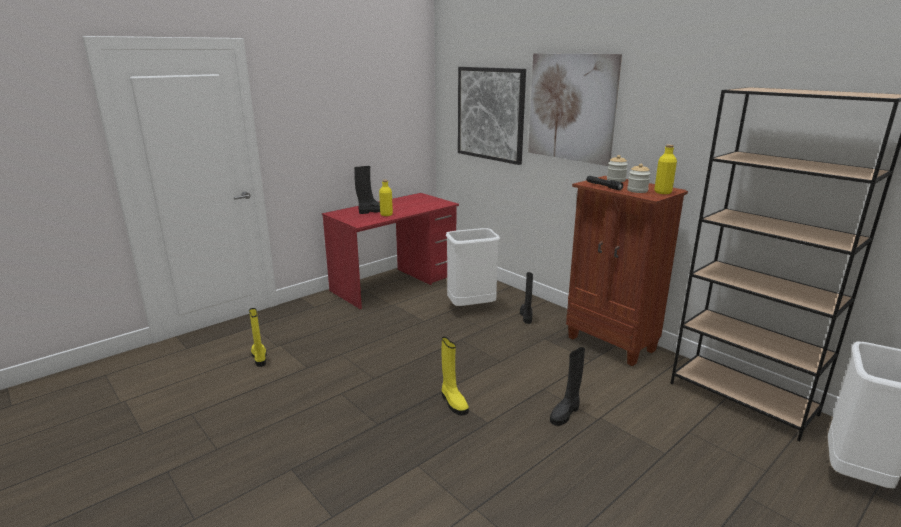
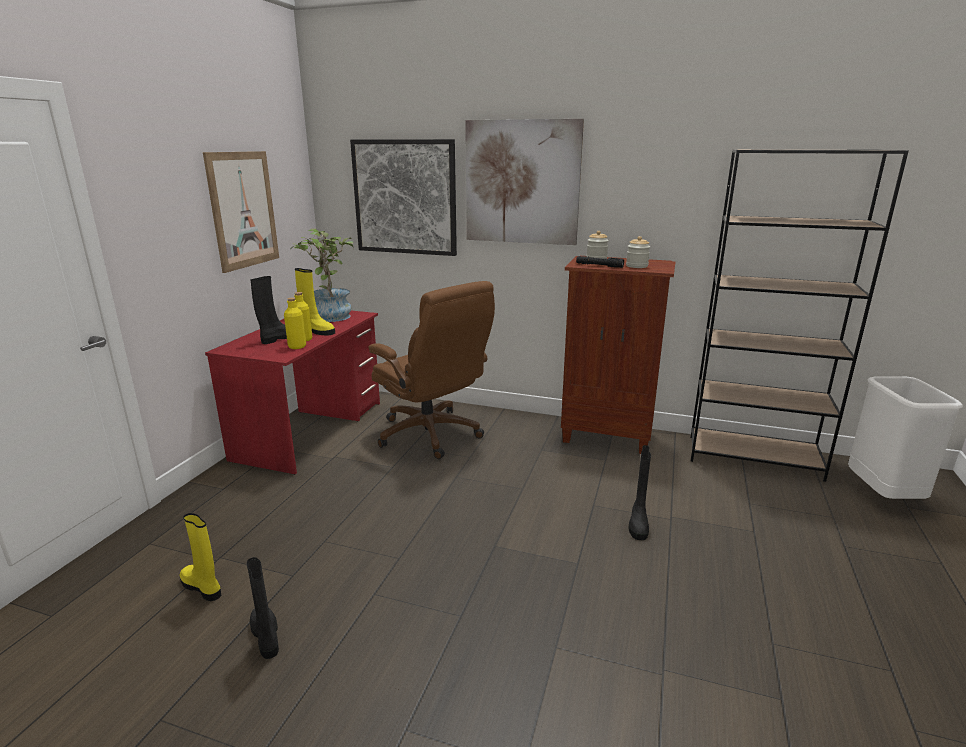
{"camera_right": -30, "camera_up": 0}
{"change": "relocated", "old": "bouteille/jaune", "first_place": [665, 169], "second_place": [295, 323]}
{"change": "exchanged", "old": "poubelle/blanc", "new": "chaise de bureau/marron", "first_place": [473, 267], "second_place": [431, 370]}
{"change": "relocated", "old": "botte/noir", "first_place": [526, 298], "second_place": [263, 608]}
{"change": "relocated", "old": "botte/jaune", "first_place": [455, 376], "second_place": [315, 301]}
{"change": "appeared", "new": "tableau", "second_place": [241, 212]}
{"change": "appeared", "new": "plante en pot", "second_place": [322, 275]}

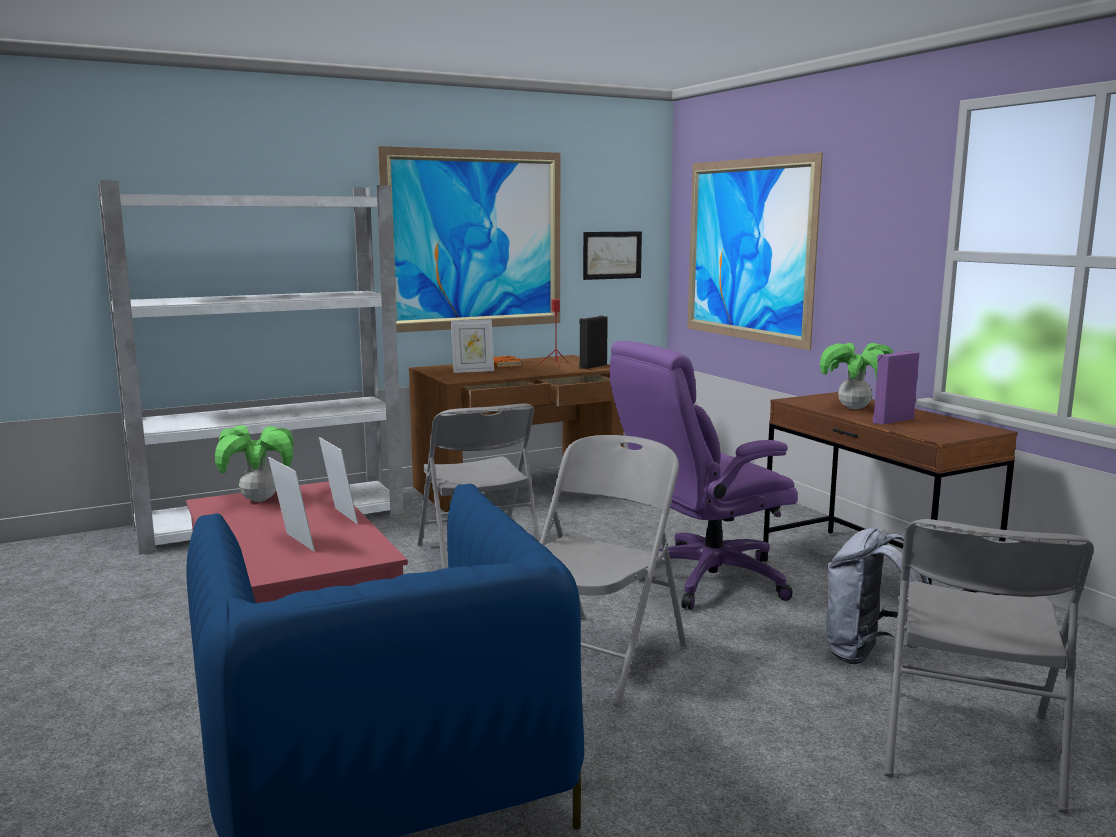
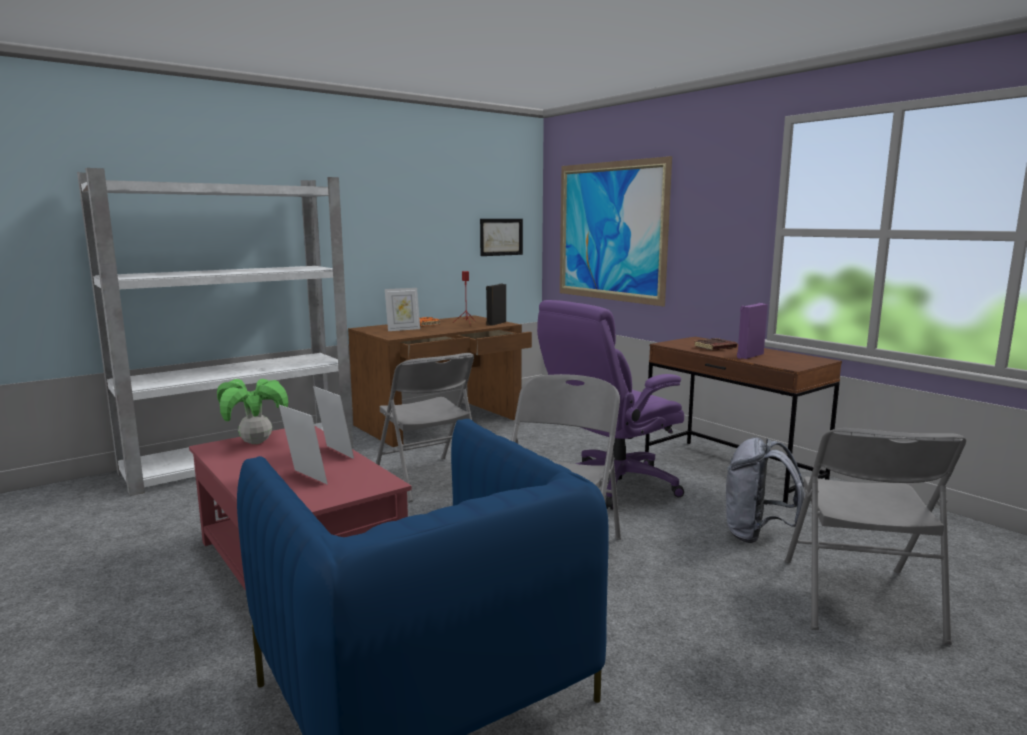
{"camera_right": -10, "camera_up": 0}
{"change": "missing", "old": "tableau", "first_place": [469, 239]}
{"change": "exchanged", "old": "plante en pot", "new": "livre/marron", "first_place": [856, 376], "second_place": [715, 344]}

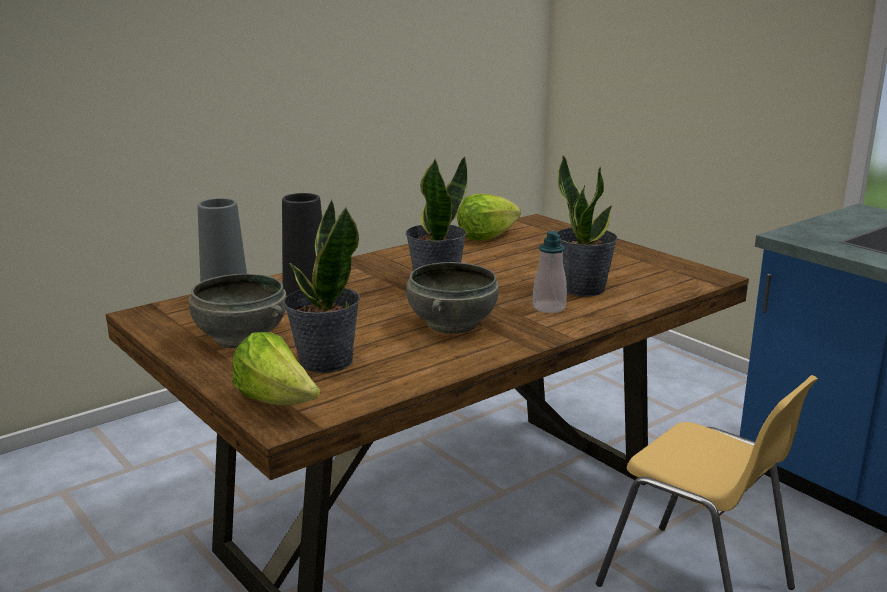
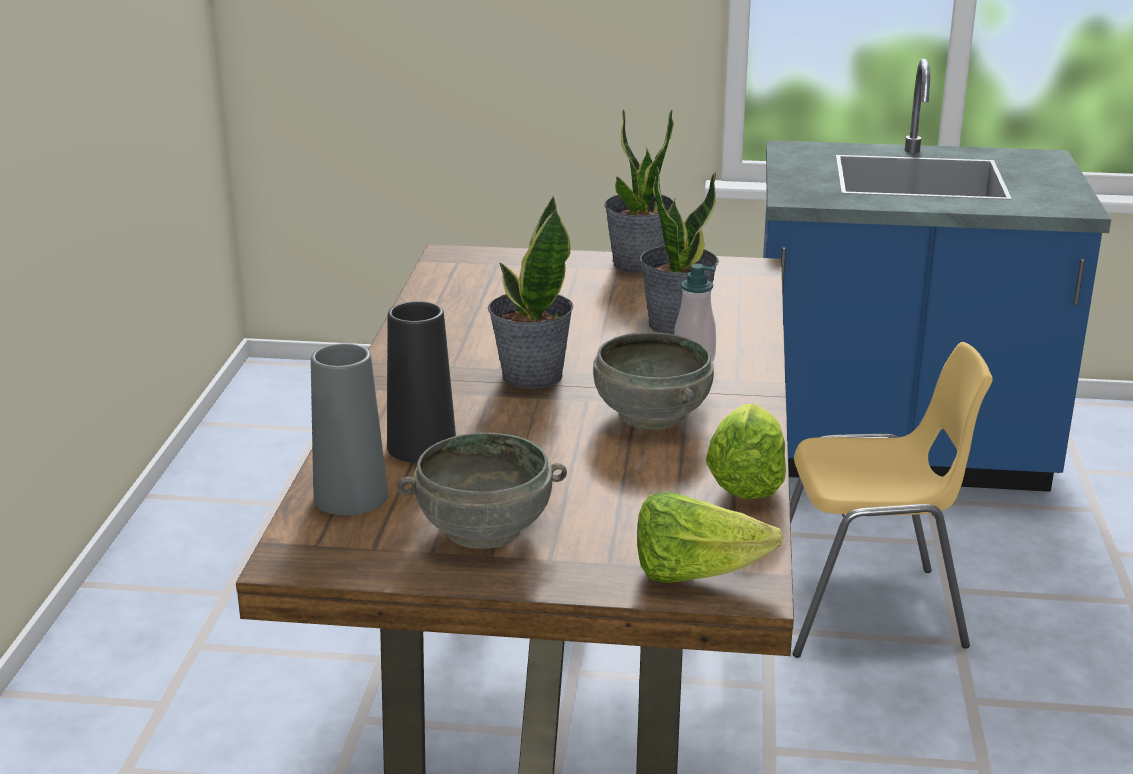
{"camera_right": -45, "camera_up": 5}
{"change": "relocated", "old": "laitue", "first_place": [489, 217], "second_place": [746, 451]}
{"change": "relocated", "old": "plante en pot", "first_place": [321, 286], "second_place": [639, 191]}

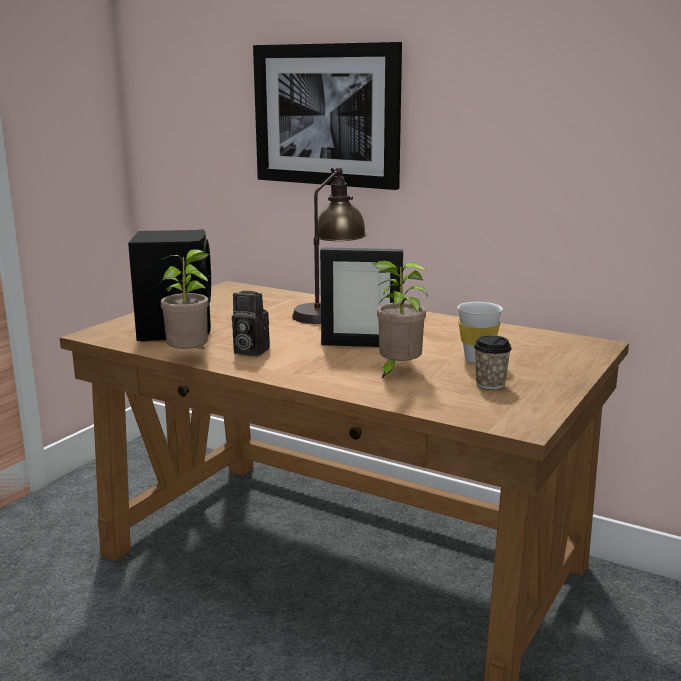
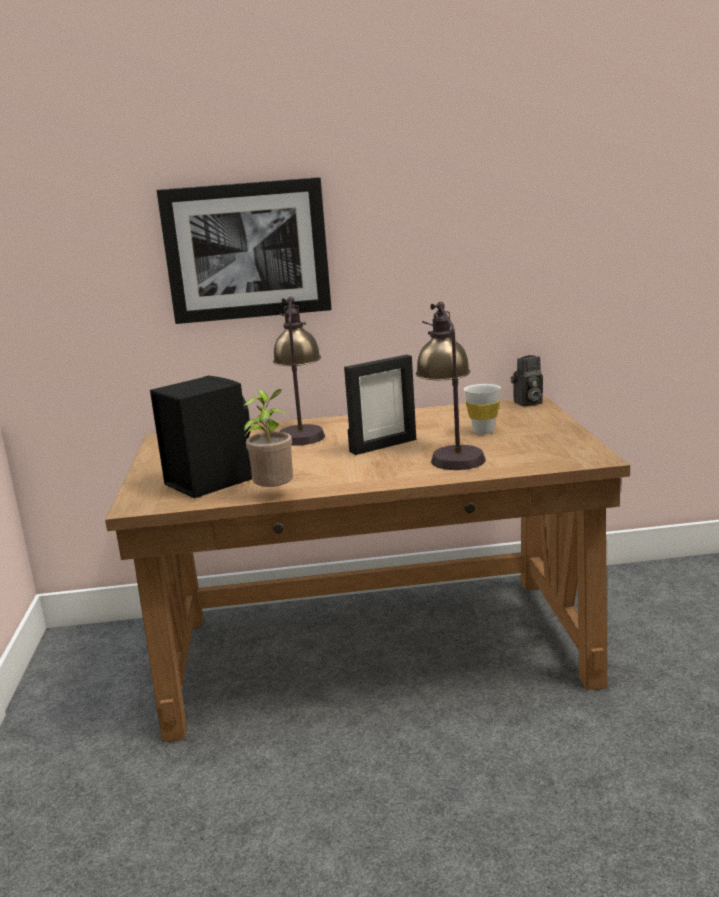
{"camera_right": -35, "camera_up": 0}
{"change": "exchanged", "old": "plante en pot", "new": "lampe de table", "first_place": [400, 320], "second_place": [451, 386]}
{"change": "relocated", "old": "appareil photo", "first_place": [251, 323], "second_place": [527, 381]}
{"change": "missing", "old": "tasse", "first_place": [493, 362]}

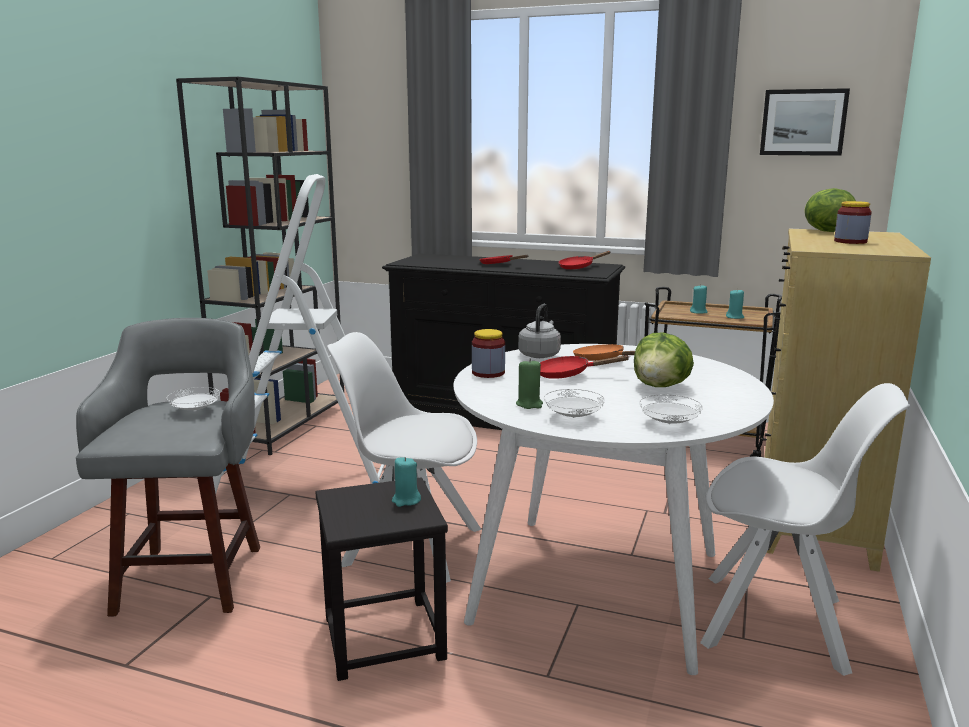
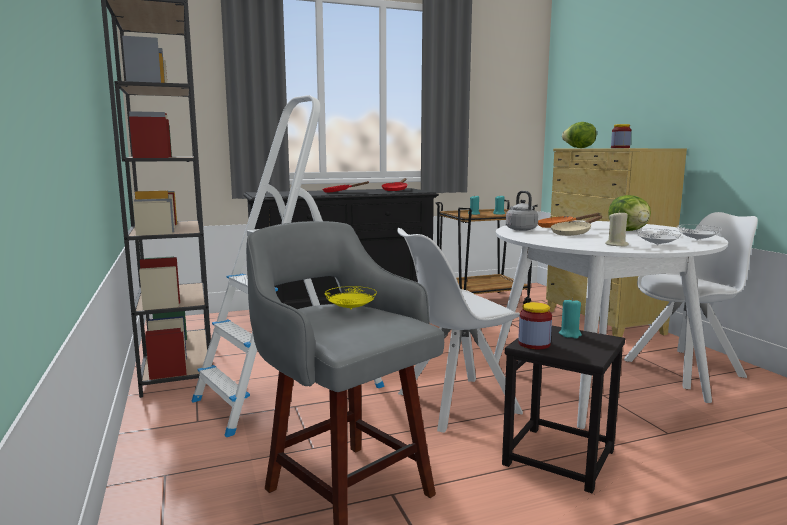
{"camera_right": -40, "camera_up": -5}
{"change": "missing", "old": "tableau", "first_place": [805, 122]}
{"change": "relocated", "old": "bocal", "first_place": [488, 353], "second_place": [535, 325]}
{"change": "colour", "old": "poêle/rouge", "new": "poêle/beige", "first_place": [585, 367], "second_place": [576, 225]}
{"change": "colour", "old": "bougie/vert", "new": "bougie/beige", "first_place": [529, 383], "second_place": [617, 228]}
{"change": "colour", "old": "assiette/blanc", "new": "assiette/jaune", "first_place": [193, 399], "second_place": [351, 297]}

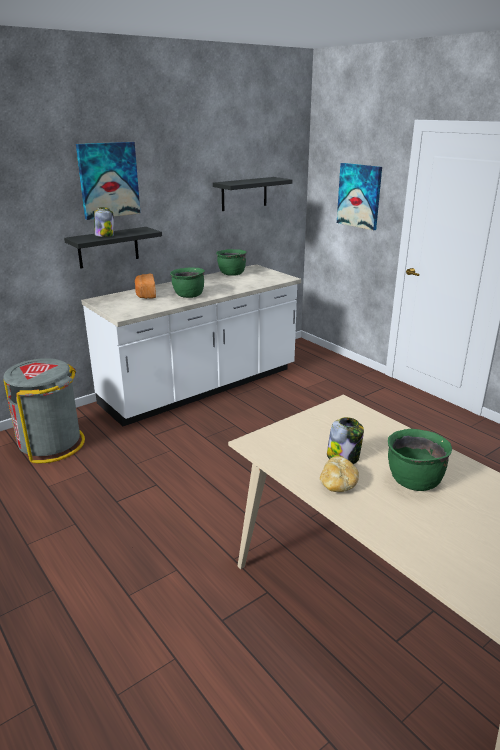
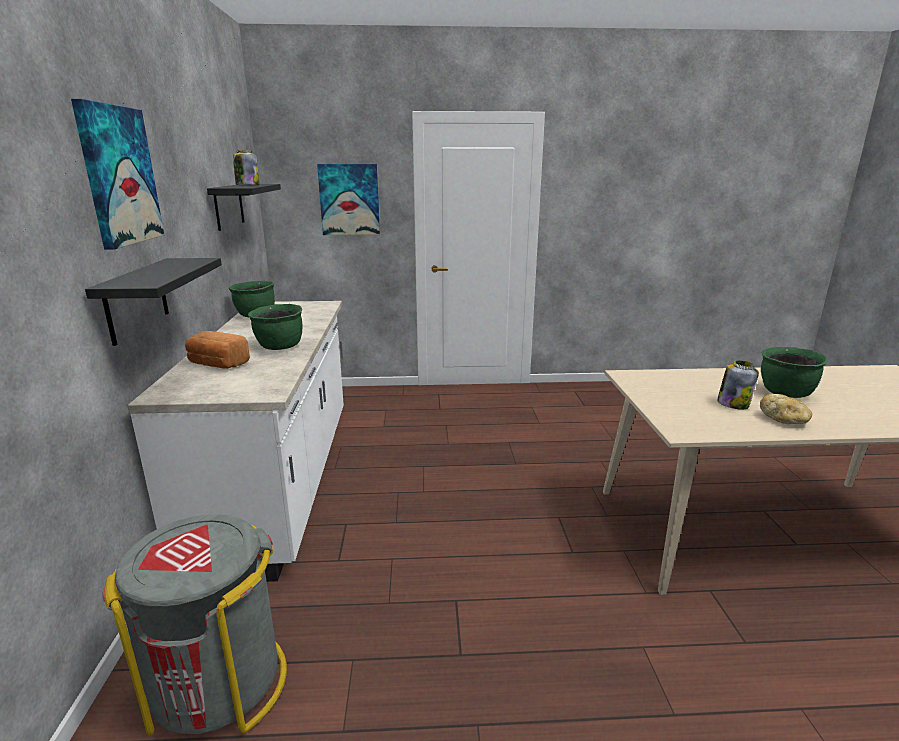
{"camera_right": -55, "camera_up": -5}
{"change": "relocated", "old": "bocal", "first_place": [104, 222], "second_place": [246, 168]}

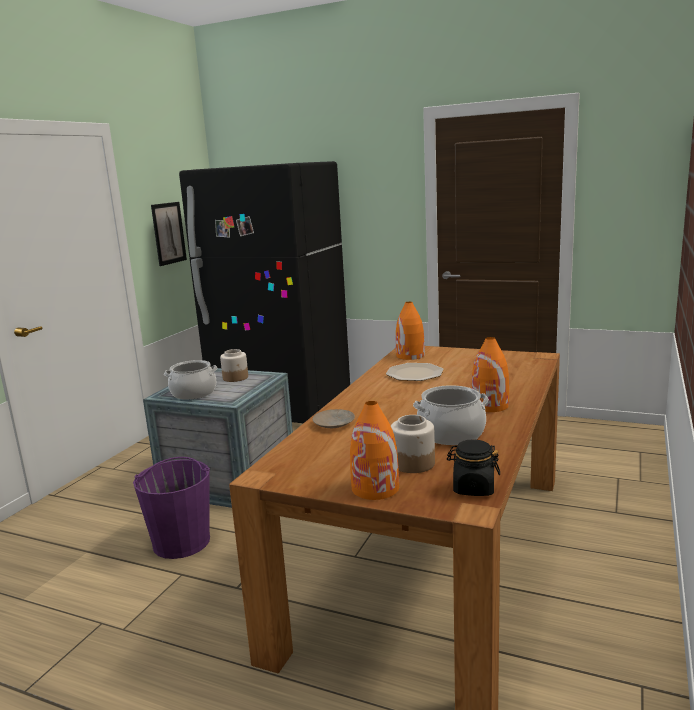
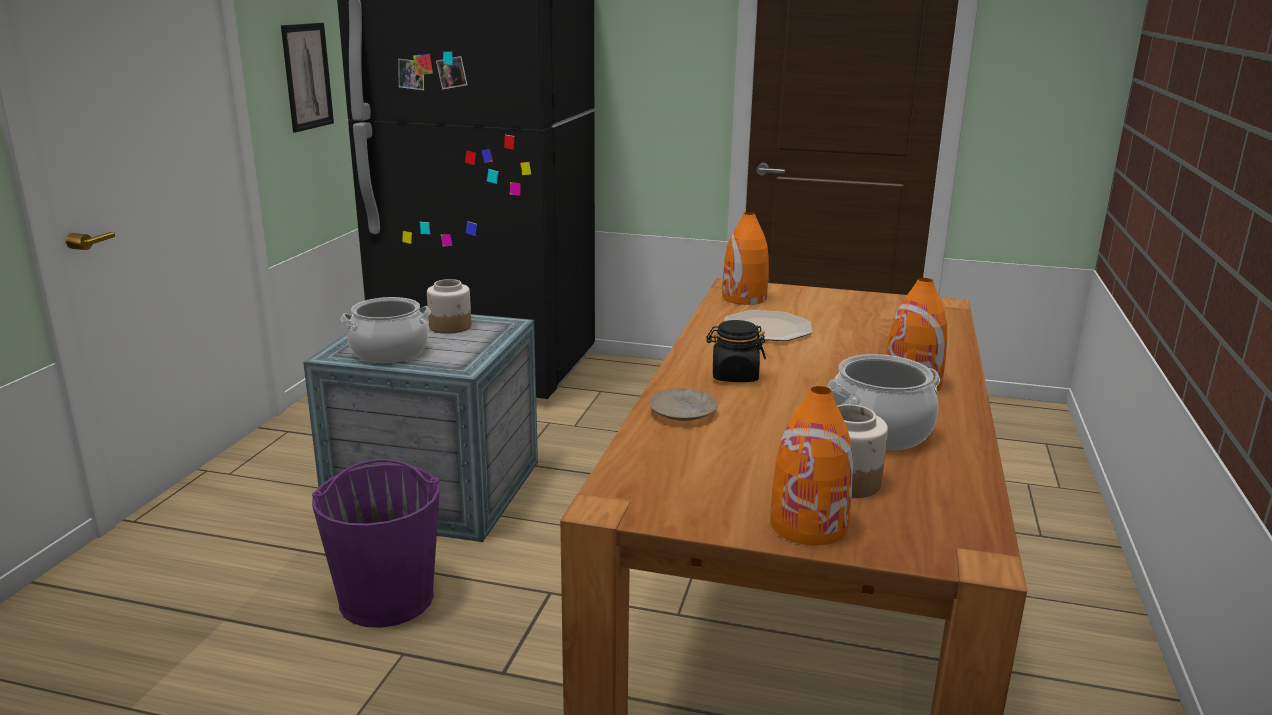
{"camera_right": -10, "camera_up": 5}
{"change": "relocated", "old": "bocal/noir", "first_place": [473, 468], "second_place": [736, 351]}

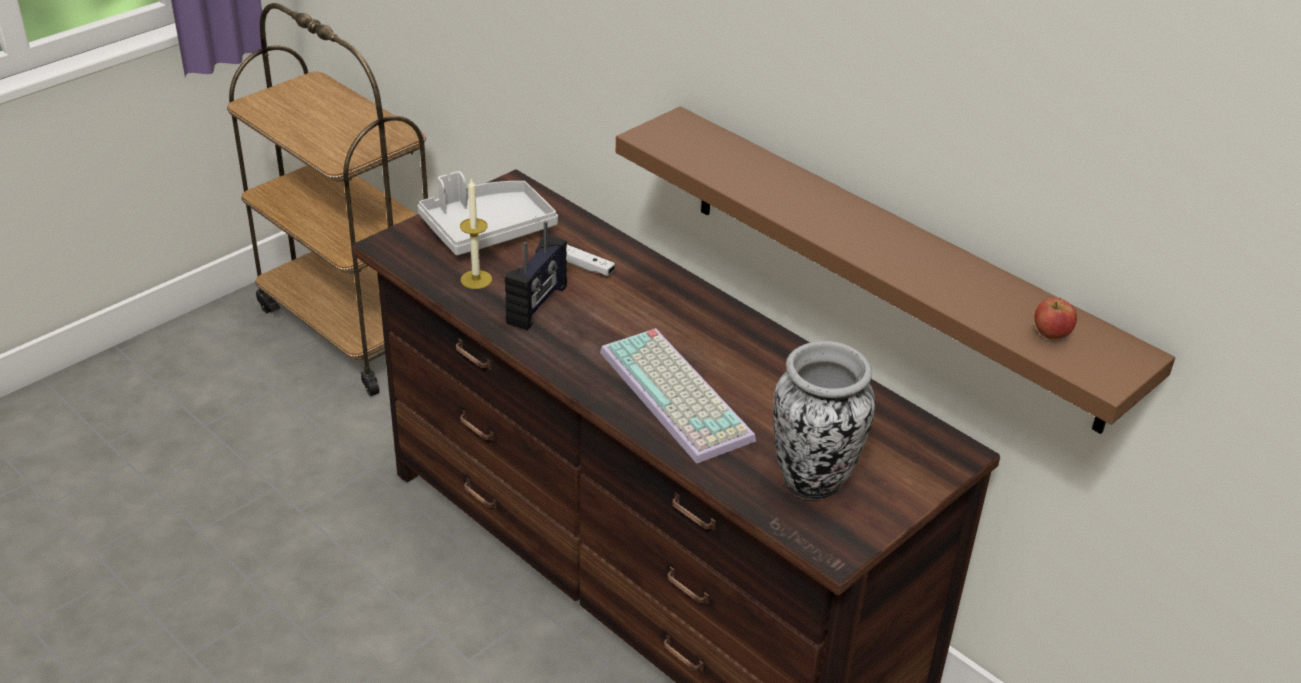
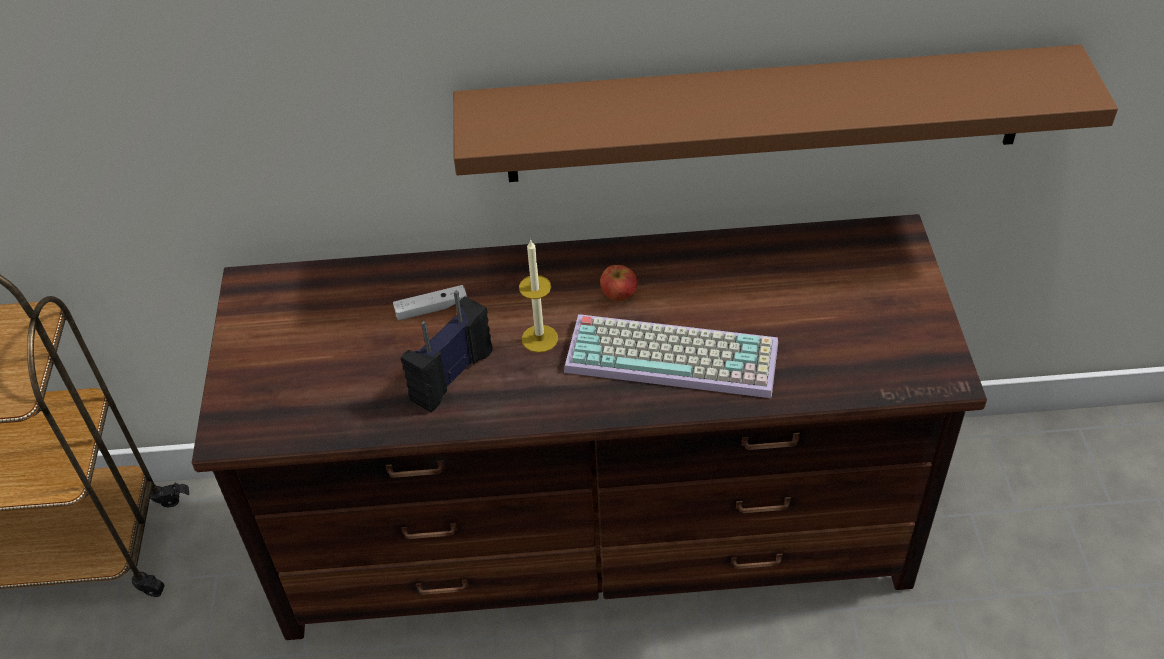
{"camera_right": -45, "camera_up": 10}
{"change": "missing", "old": "plateau/gris", "first_place": [488, 213]}
{"change": "relocated", "old": "bougie", "first_place": [476, 233], "second_place": [538, 296]}
{"change": "spun", "old": "radio", "first_place": [536, 275], "second_place": [447, 351], "degrees": -120}
{"change": "relocated", "old": "pomme", "first_place": [1056, 319], "second_place": [619, 283]}
{"change": "missing", "old": "vase", "first_place": [824, 420]}

